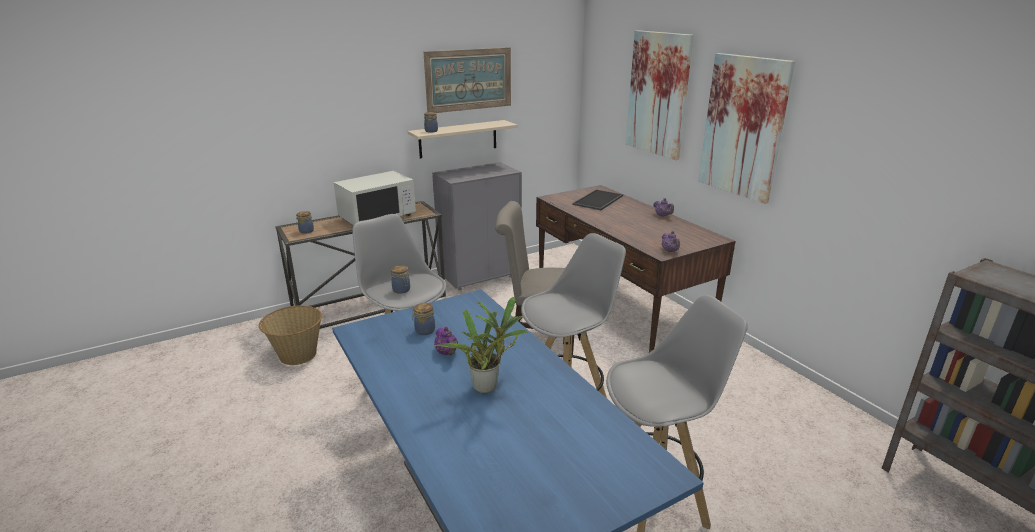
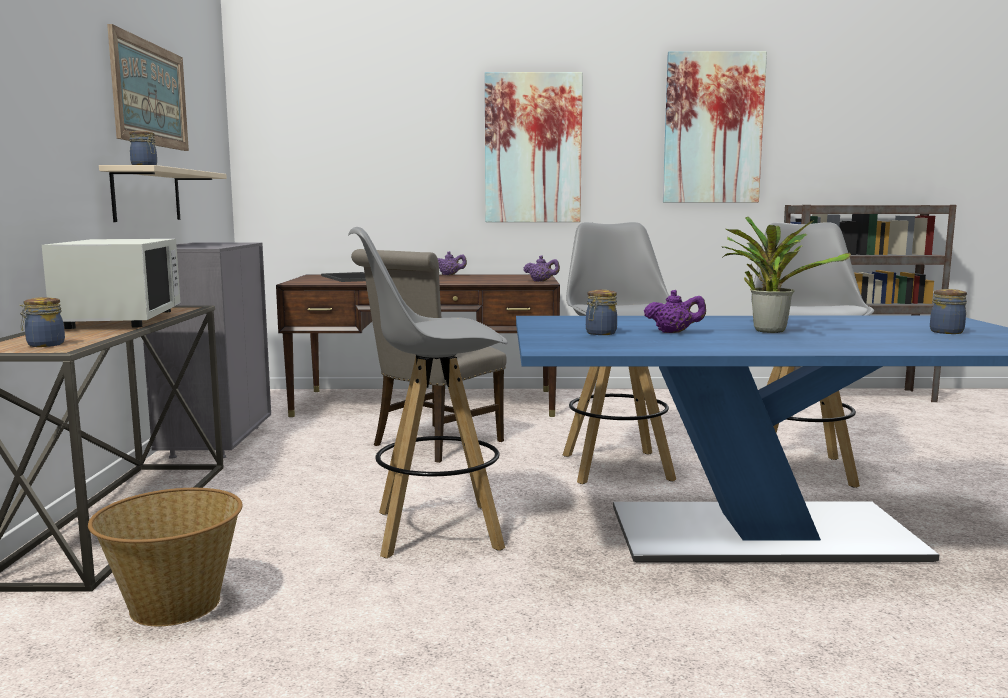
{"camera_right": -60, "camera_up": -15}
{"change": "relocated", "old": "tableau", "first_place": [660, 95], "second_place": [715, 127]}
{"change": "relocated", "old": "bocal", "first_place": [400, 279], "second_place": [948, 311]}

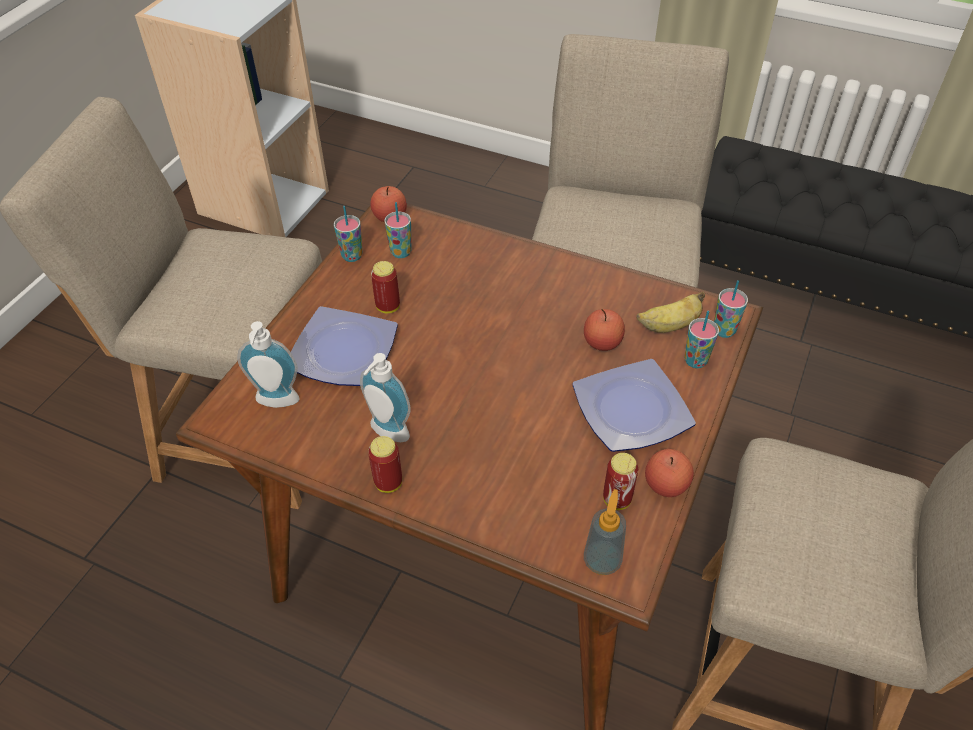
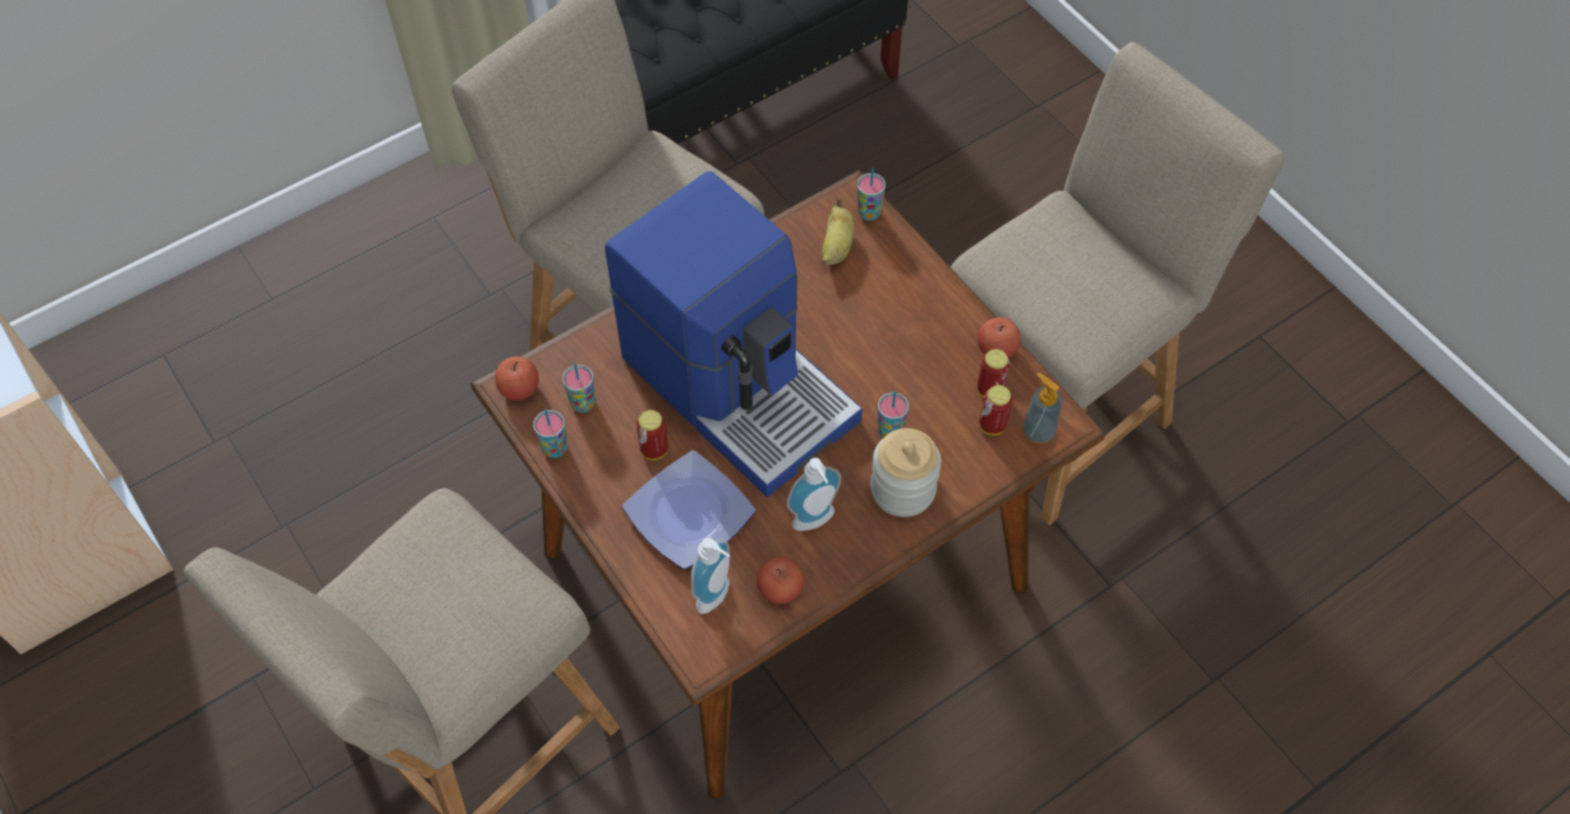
{"camera_right": -60, "camera_up": 10}
{"change": "relocated", "old": "pomme", "first_place": [604, 330], "second_place": [780, 580]}
{"change": "relocated", "old": "tasse", "first_place": [701, 339], "second_place": [893, 414]}
{"change": "missing", "old": "assiette", "first_place": [634, 405]}
{"change": "relocated", "old": "boîte métallique", "first_place": [385, 464], "second_place": [996, 410]}
{"change": "appeared", "new": "machine à café", "second_place": [733, 334]}
{"change": "appeared", "new": "bocal", "second_place": [905, 472]}

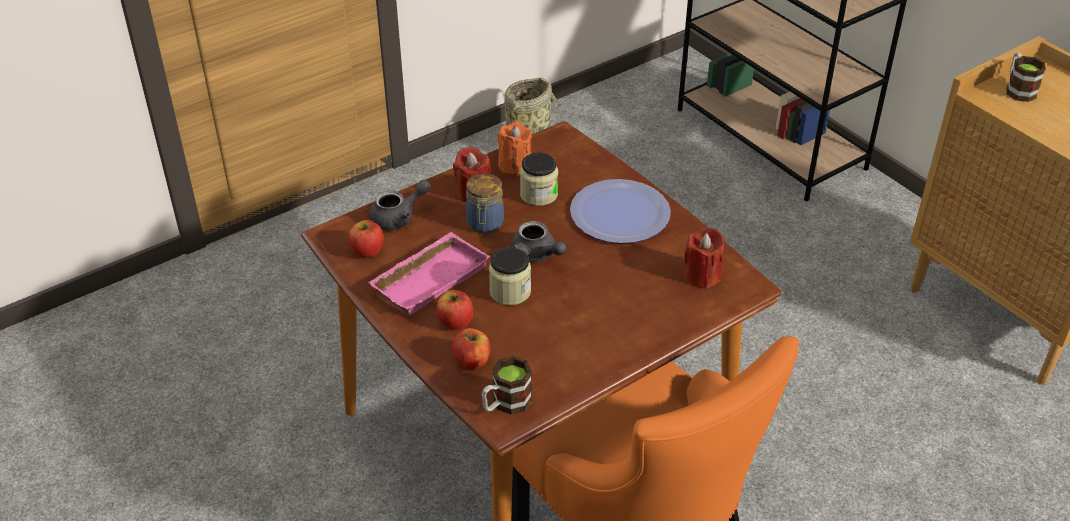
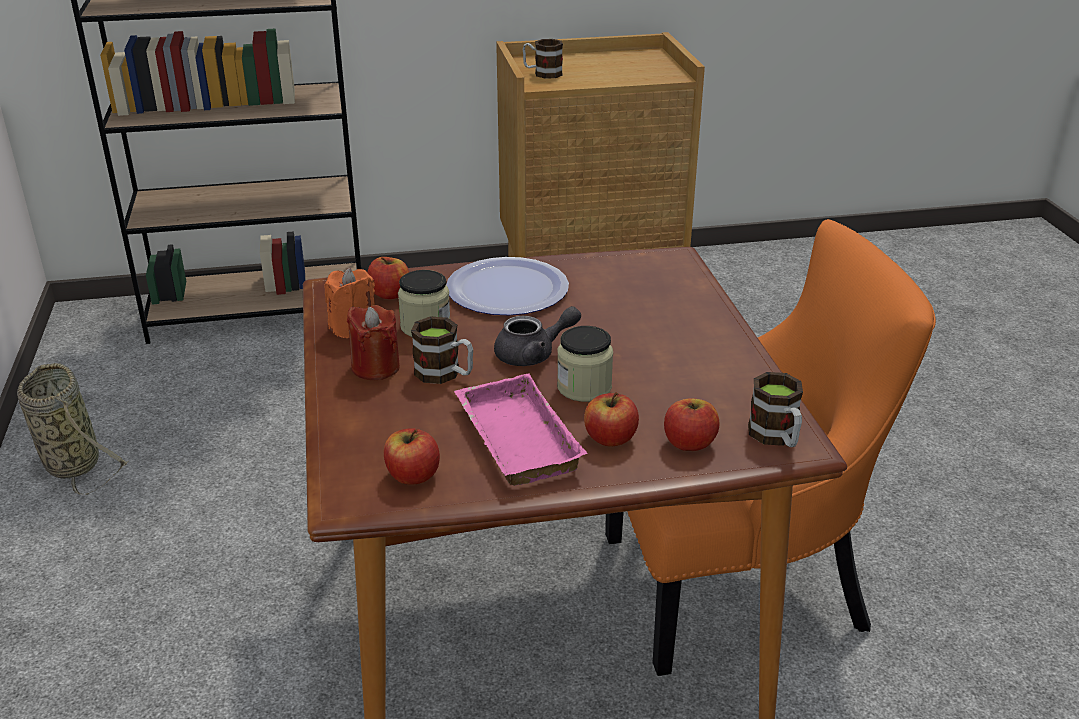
{"camera_right": -65, "camera_up": -10}
{"change": "exchanged", "old": "bocal", "new": "mug", "first_place": [485, 203], "second_place": [442, 350]}
{"change": "missing", "old": "théière/gris", "first_place": [400, 205]}
{"change": "missing", "old": "bougie/rouge", "first_place": [704, 258]}
{"change": "appeared", "new": "pomme", "second_place": [388, 278]}

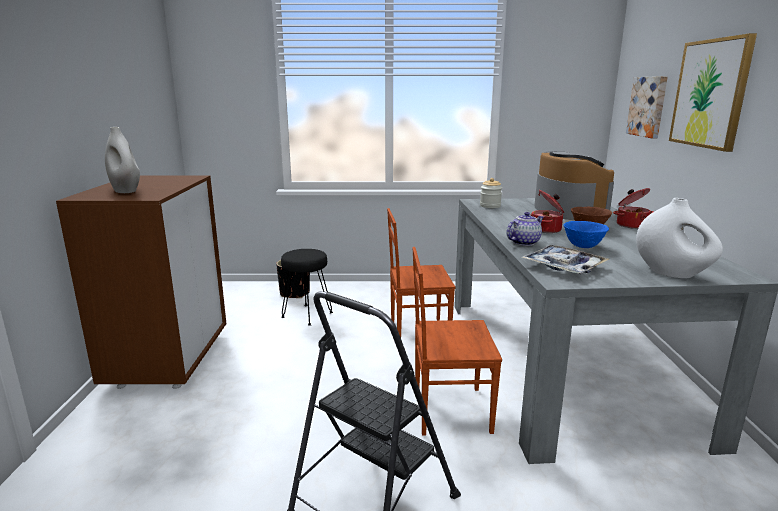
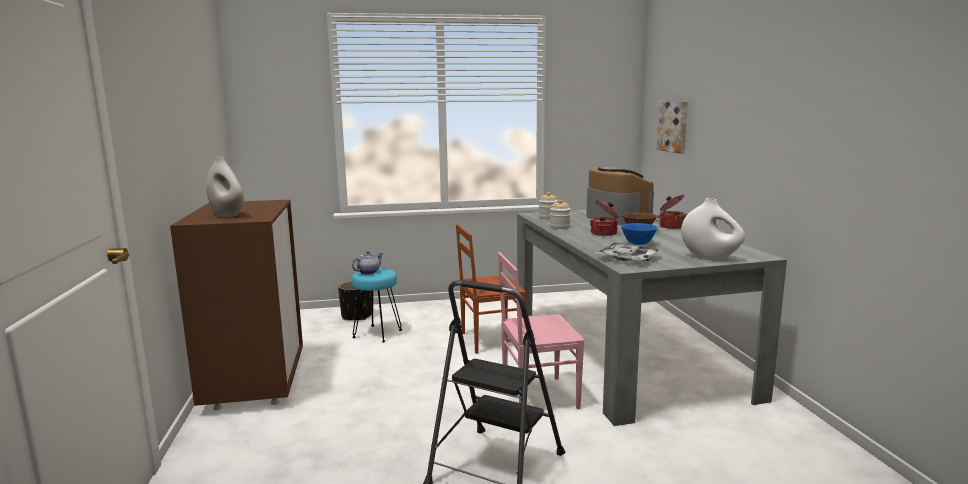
{"camera_right": -10, "camera_up": -5}
{"change": "missing", "old": "tableau", "first_place": [713, 92]}
{"change": "relocated", "old": "théière", "first_place": [524, 229], "second_place": [367, 262]}
{"change": "colour", "old": "chaise/marron", "new": "chaise/rose", "first_place": [457, 341], "second_place": [541, 330]}
{"change": "colour", "old": "tabouret/noir", "new": "tabouret/turquoise", "first_place": [307, 287], "second_place": [377, 305]}
{"change": "appeared", "new": "bocal", "second_place": [560, 214]}

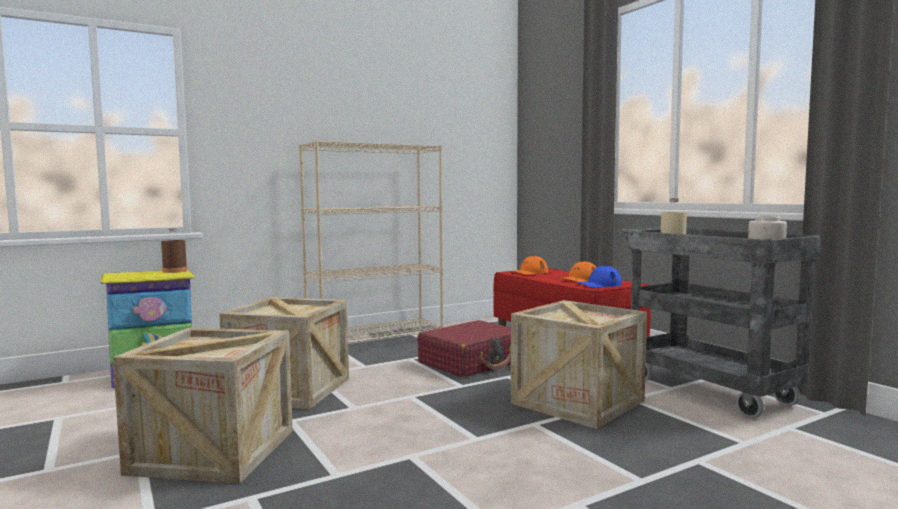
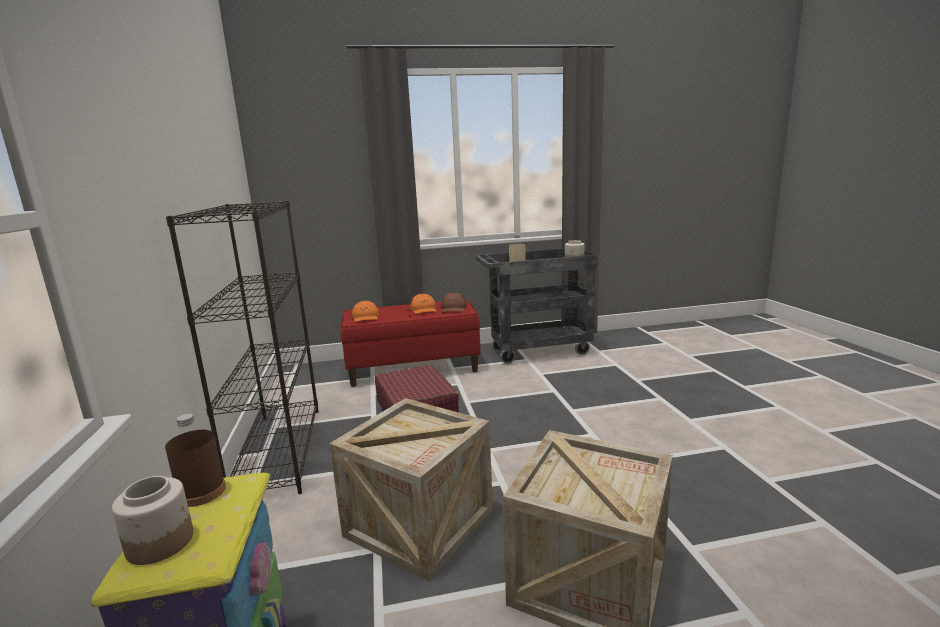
{"camera_right": -70, "camera_up": 10}
{"change": "colour", "old": "bibliothèque/beige", "new": "bibliothèque/noir", "first_place": [371, 242], "second_place": [242, 347]}
{"change": "colour", "old": "casquette/bleu", "new": "casquette/marron", "first_place": [599, 277], "second_place": [454, 302]}
{"change": "missing", "old": "caisse", "first_place": [579, 364]}
{"change": "appeared", "new": "bocal", "second_place": [152, 520]}

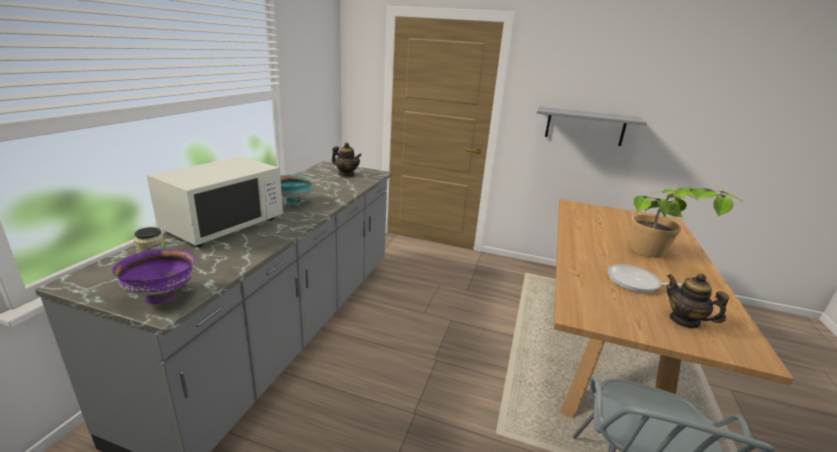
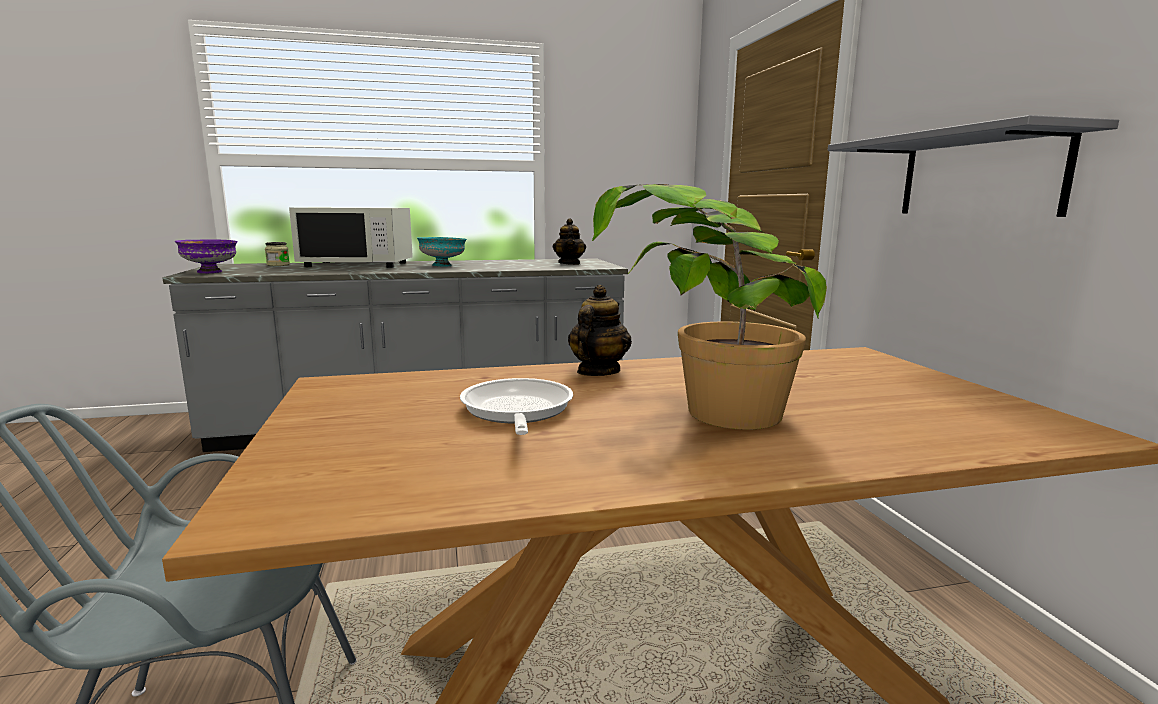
{"camera_right": 60, "camera_up": -10}
{"change": "relocated", "old": "théière", "first_place": [698, 301], "second_place": [600, 330]}

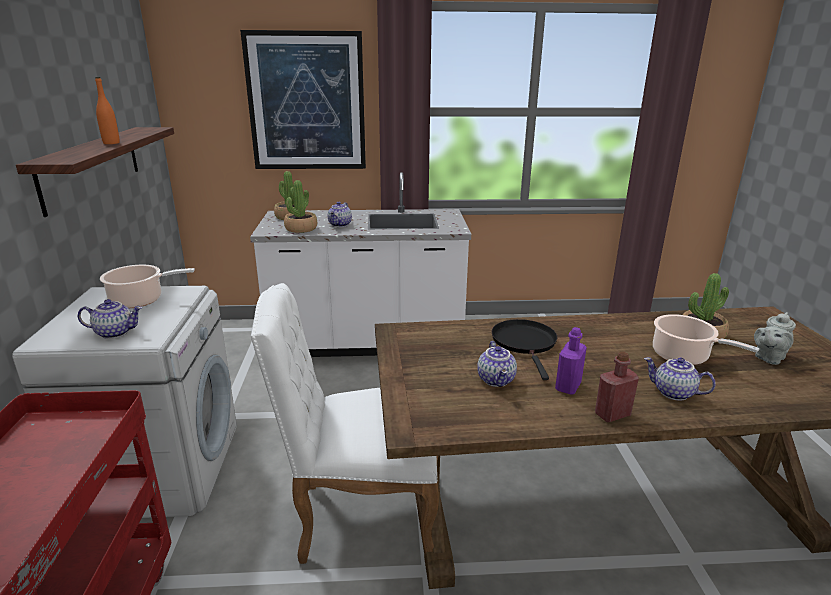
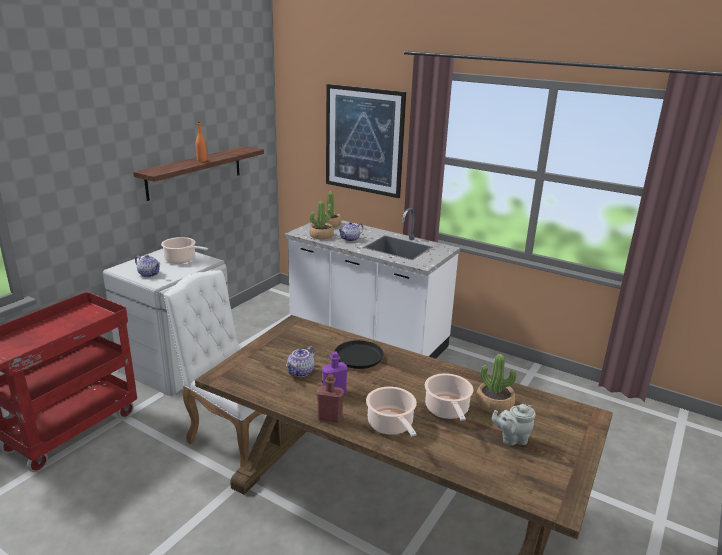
{"camera_right": 35, "camera_up": 0}
{"change": "exchanged", "old": "théière", "new": "marmite", "first_place": [680, 378], "second_place": [391, 411]}

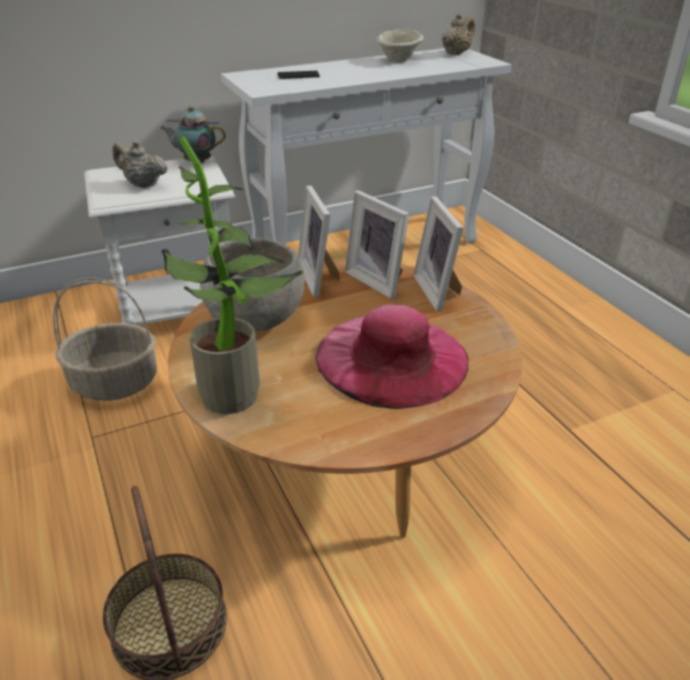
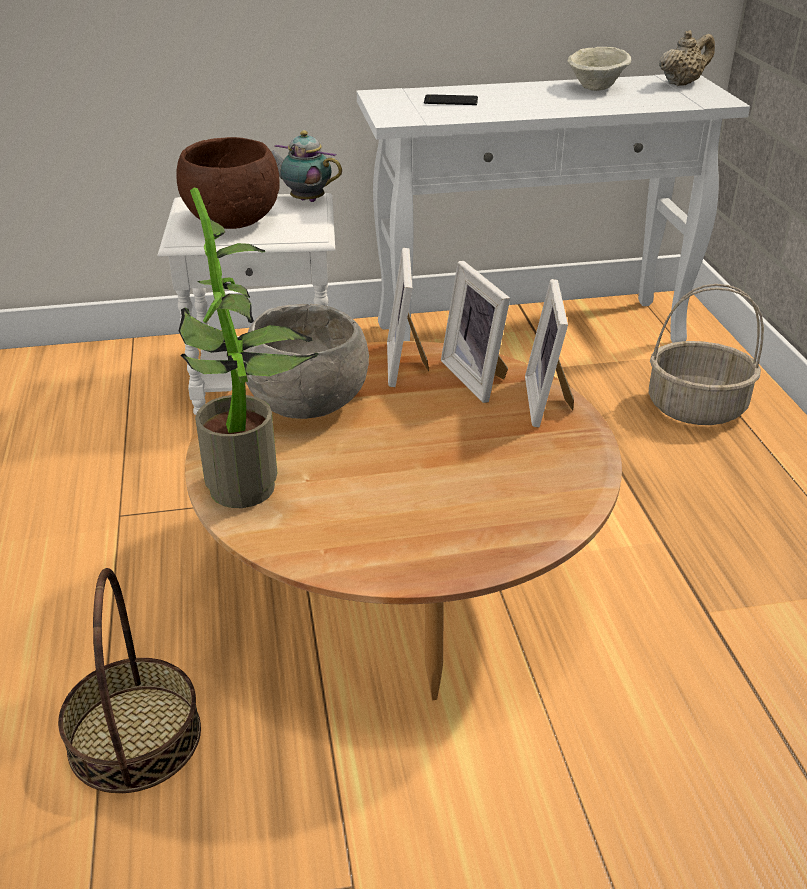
{"camera_right": 15, "camera_up": 0}
{"change": "exchanged", "old": "théière/beige", "new": "bol/marron", "first_place": [140, 164], "second_place": [227, 183]}
{"change": "relocated", "old": "panier", "first_place": [105, 339], "second_place": [706, 354]}
{"change": "missing", "old": "chapeau/rose", "first_place": [392, 356]}

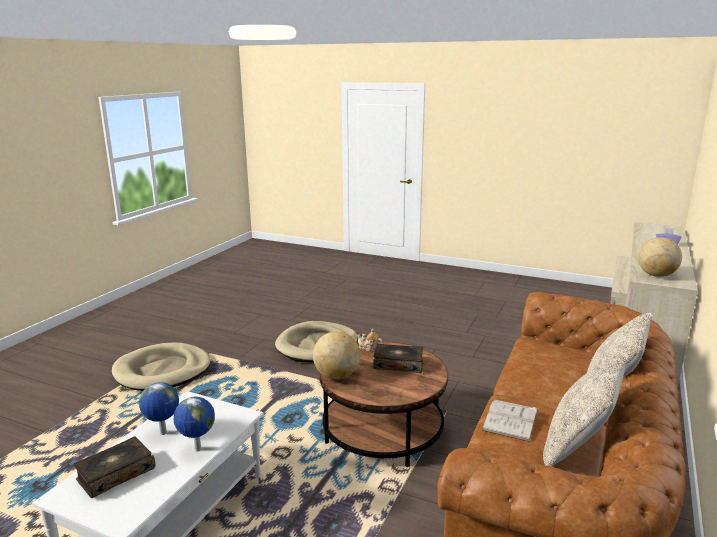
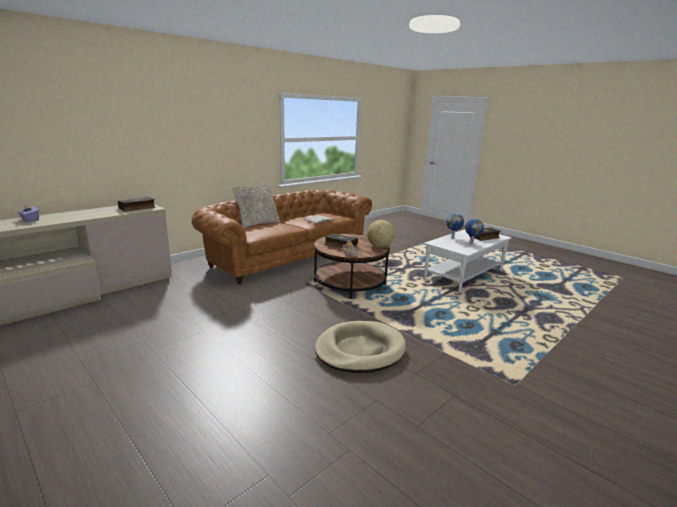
{"camera_right": -160, "camera_up": 0}
{"change": "exchanged", "old": "globe", "new": "livre", "first_place": [660, 257], "second_place": [137, 204]}
{"change": "missing", "old": "panier pour chien/beige", "first_place": [161, 367]}
{"change": "missing", "old": "coussin/beige", "first_place": [585, 409]}

